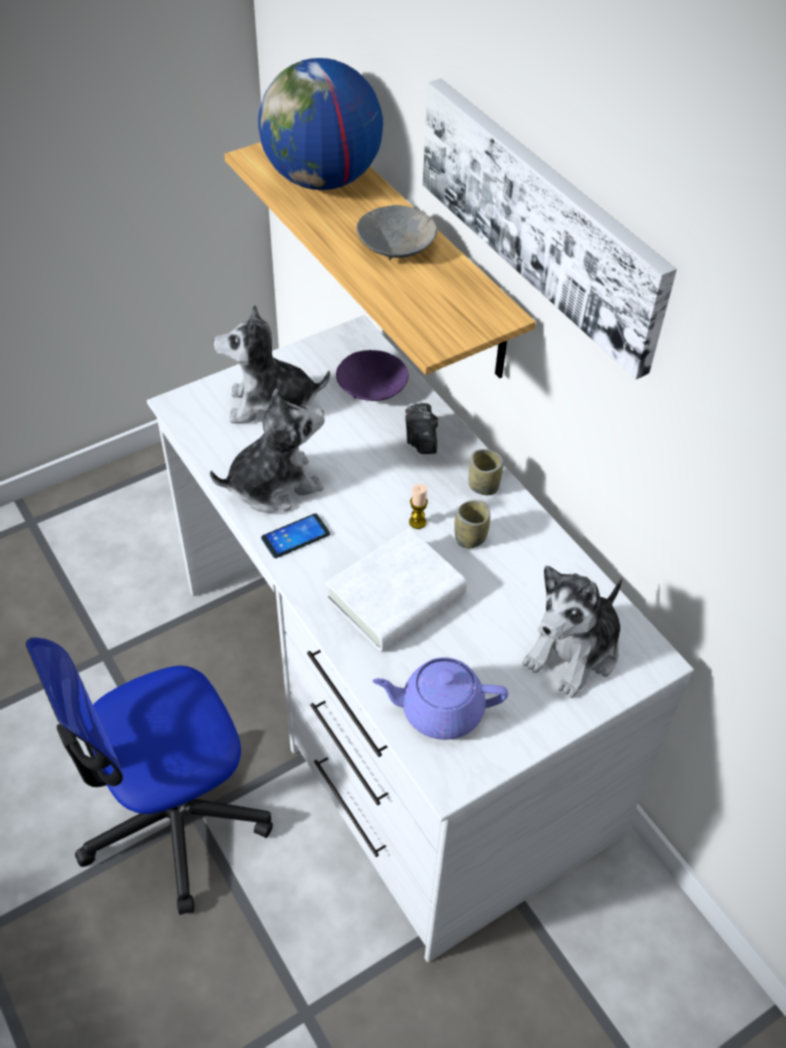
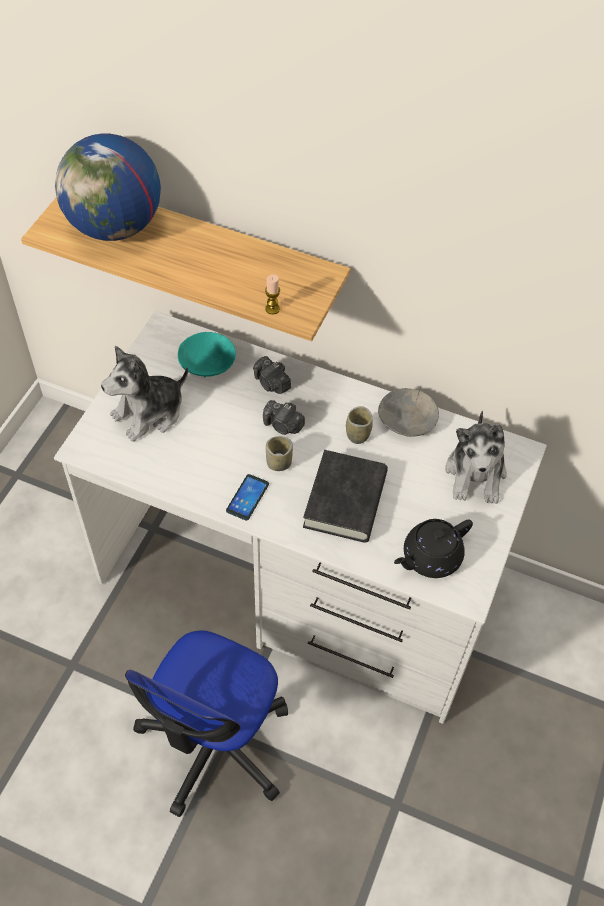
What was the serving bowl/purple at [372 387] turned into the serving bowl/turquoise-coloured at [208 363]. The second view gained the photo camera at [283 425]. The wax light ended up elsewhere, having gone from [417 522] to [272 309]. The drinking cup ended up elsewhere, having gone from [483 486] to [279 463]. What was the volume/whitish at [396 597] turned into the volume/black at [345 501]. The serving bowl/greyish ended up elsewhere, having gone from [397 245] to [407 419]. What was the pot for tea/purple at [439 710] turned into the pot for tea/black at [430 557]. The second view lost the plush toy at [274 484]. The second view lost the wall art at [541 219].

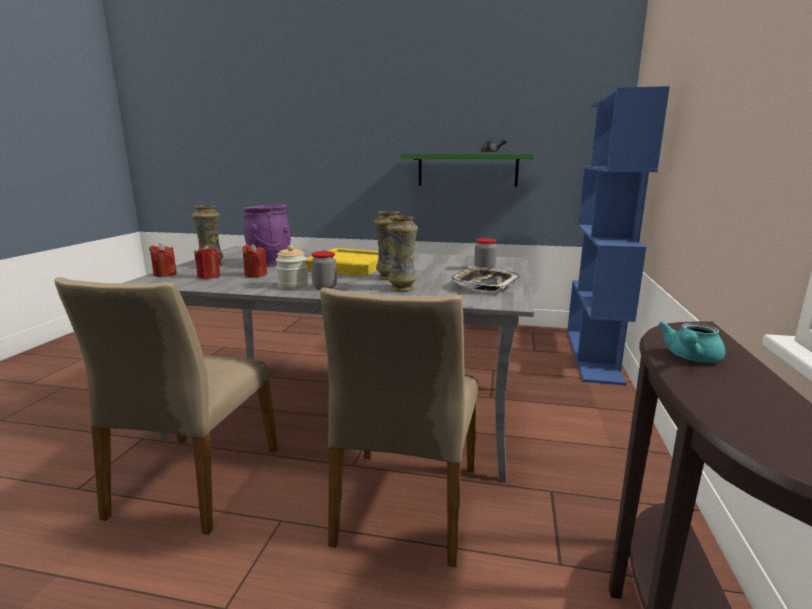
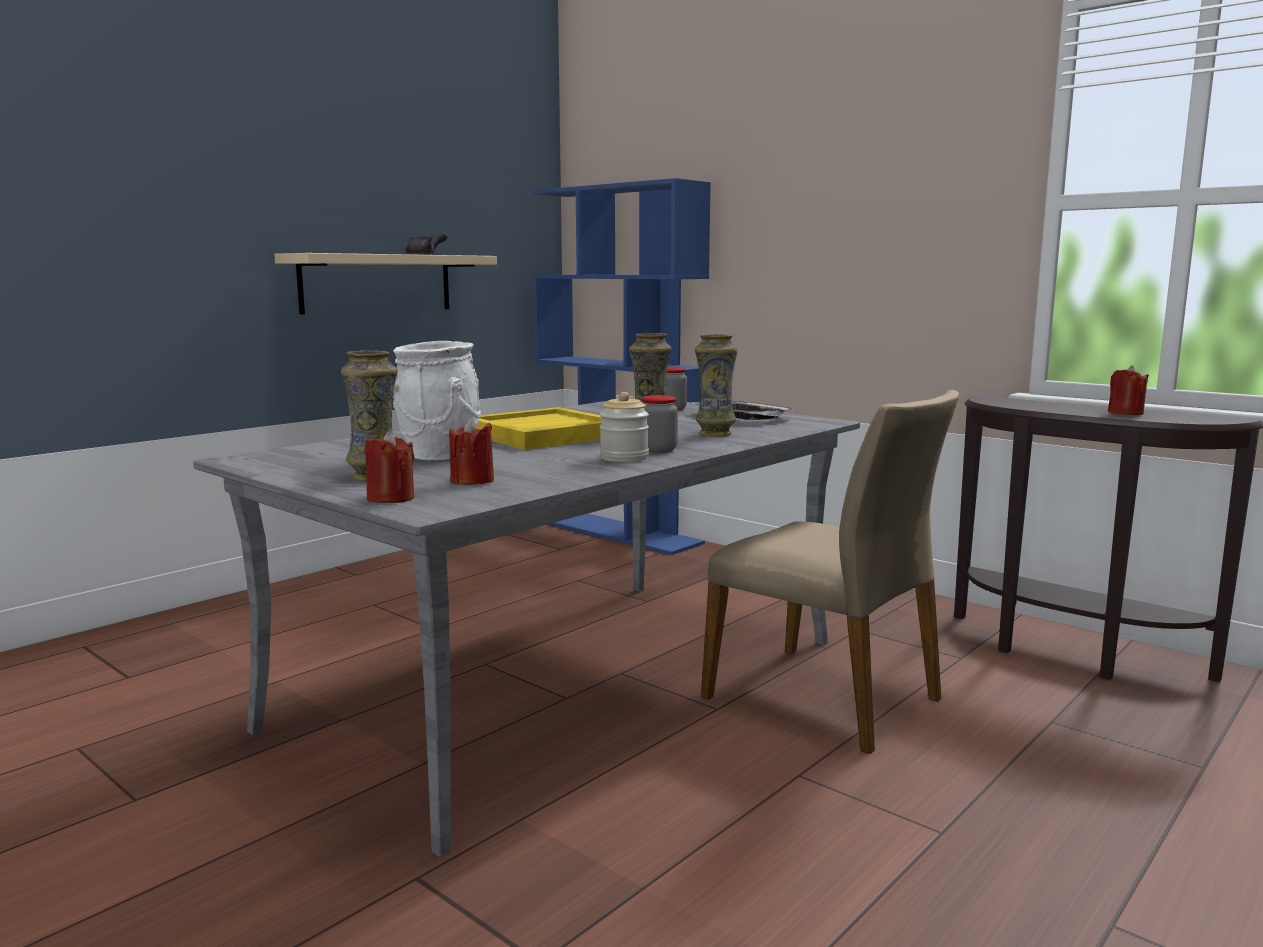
What was the bracket shelf/green at [467 169] turned into the bracket shelf/beige-coloured at [377 283]. What was the decorative vase/purple at [270 263] turned into the decorative vase/whitish at [439 455]. The wax light/reddish ended up elsewhere, having gone from [255 275] to [1125 413]. The second view lost the upright chair/beige-coloured at [194 481]. The second view lost the pot for tea/turquoise-coloured at [690 358].

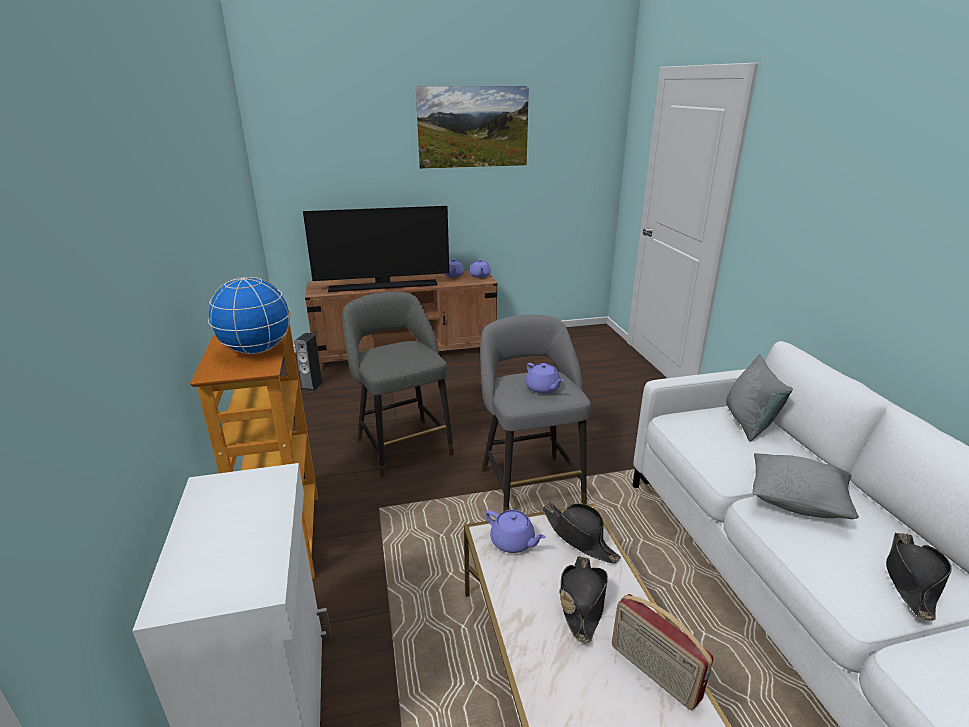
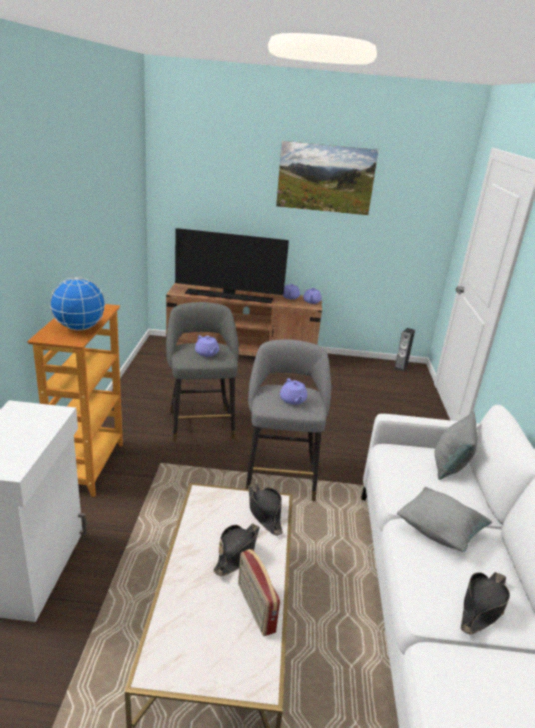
The pot for tea/purple ended up elsewhere, having gone from [513 542] to [207 353]. The loudspeaker ended up elsewhere, having gone from [312 385] to [401 367].

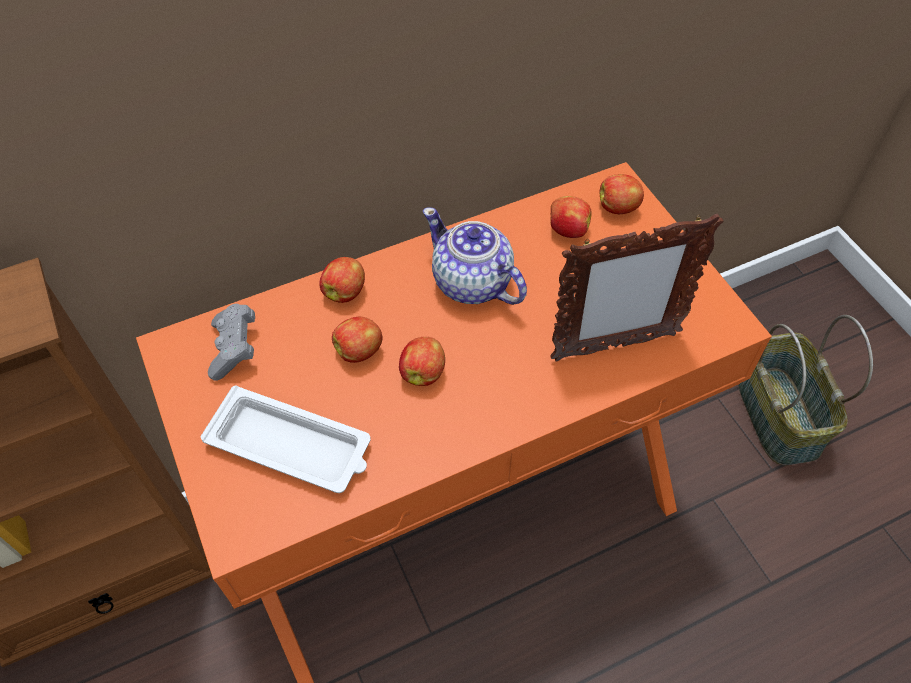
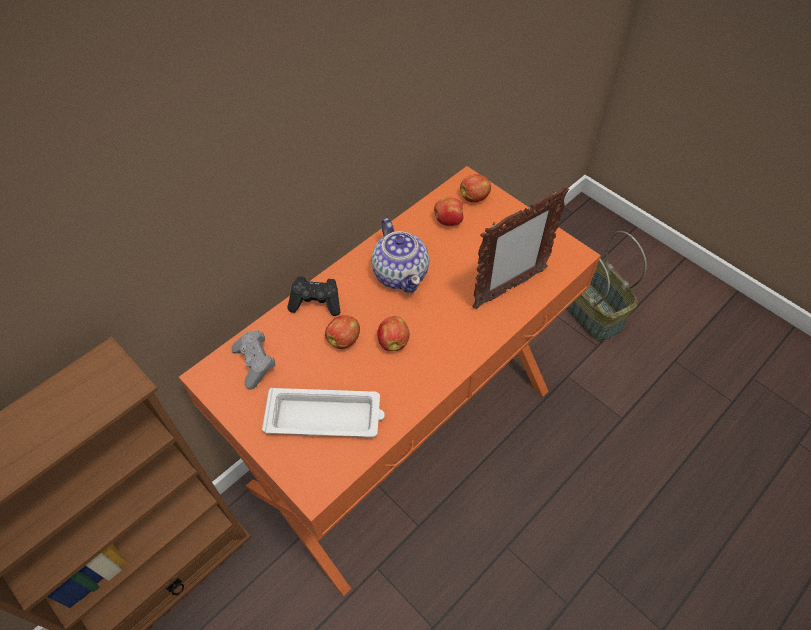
Where the apple stood at [345 292], the game controller/black came to stand at [316 302]. The pot for tea at [472 283] ended up facing another way, 135 degrees counterclockwise from before.

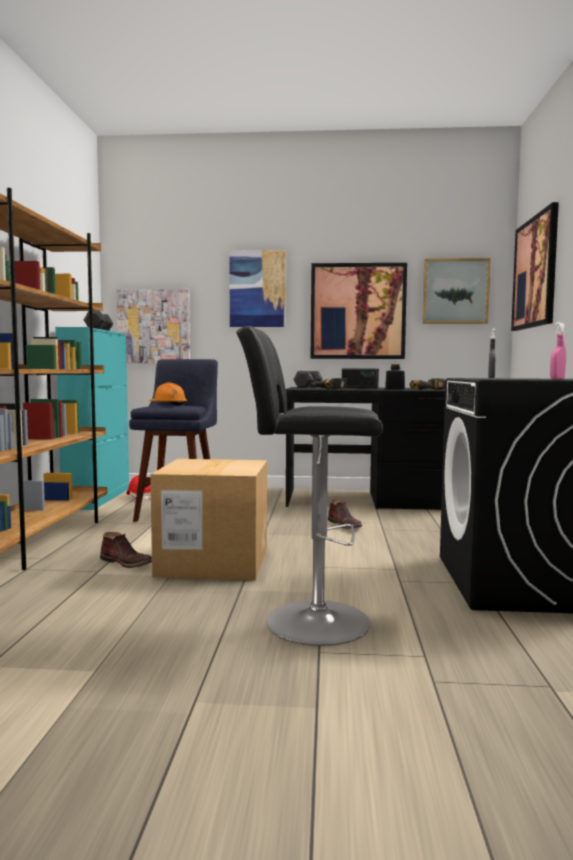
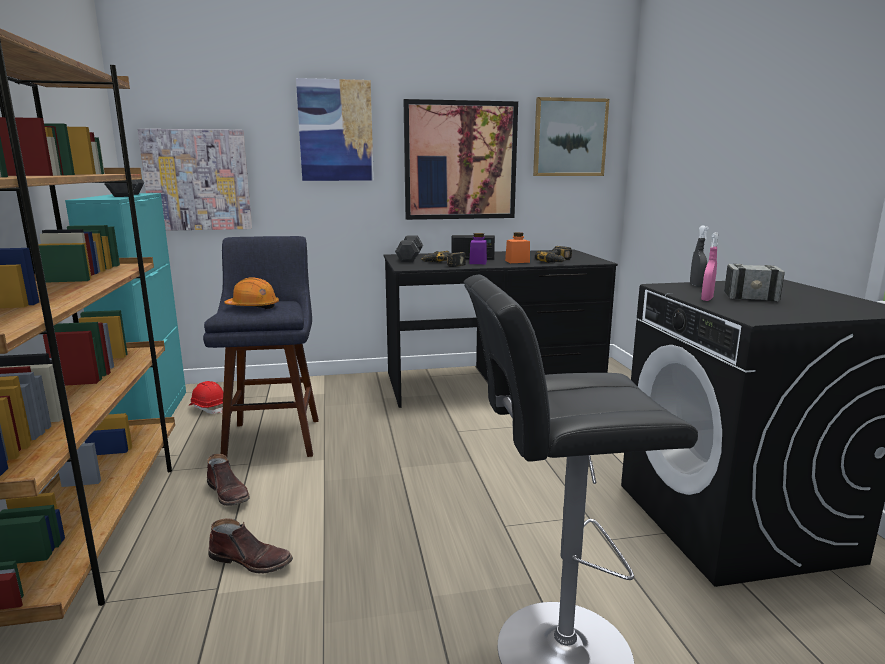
The tall boot/brownish ended up elsewhere, having gone from [345 525] to [229 493]. The second view gained the jar/purple at [478 262]. What was the jar/black at [394 389] turned into the jar/orange at [517 261]. The spray bottle/pink ended up elsewhere, having gone from [557 379] to [707 299]. The second view gained the hand hammer at [745 291]. The second view lost the cardboard box at [213 562]. The second view lost the wall art at [535 272].

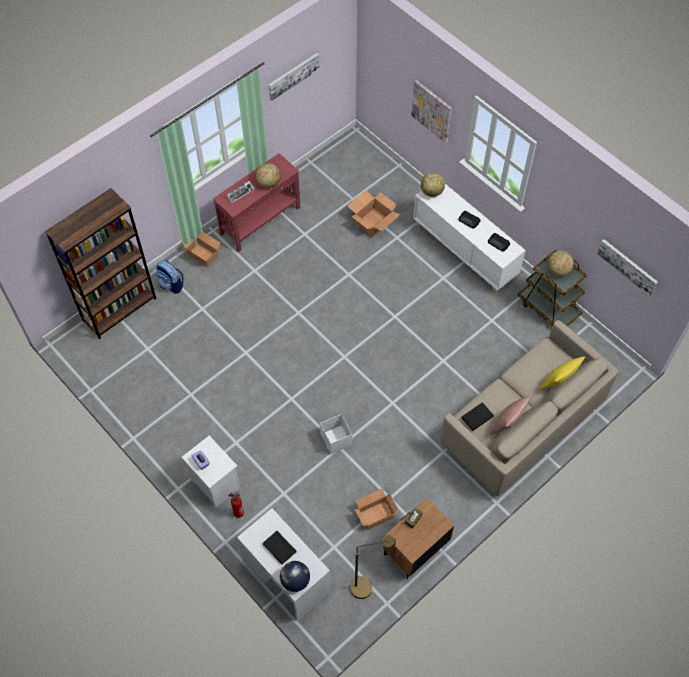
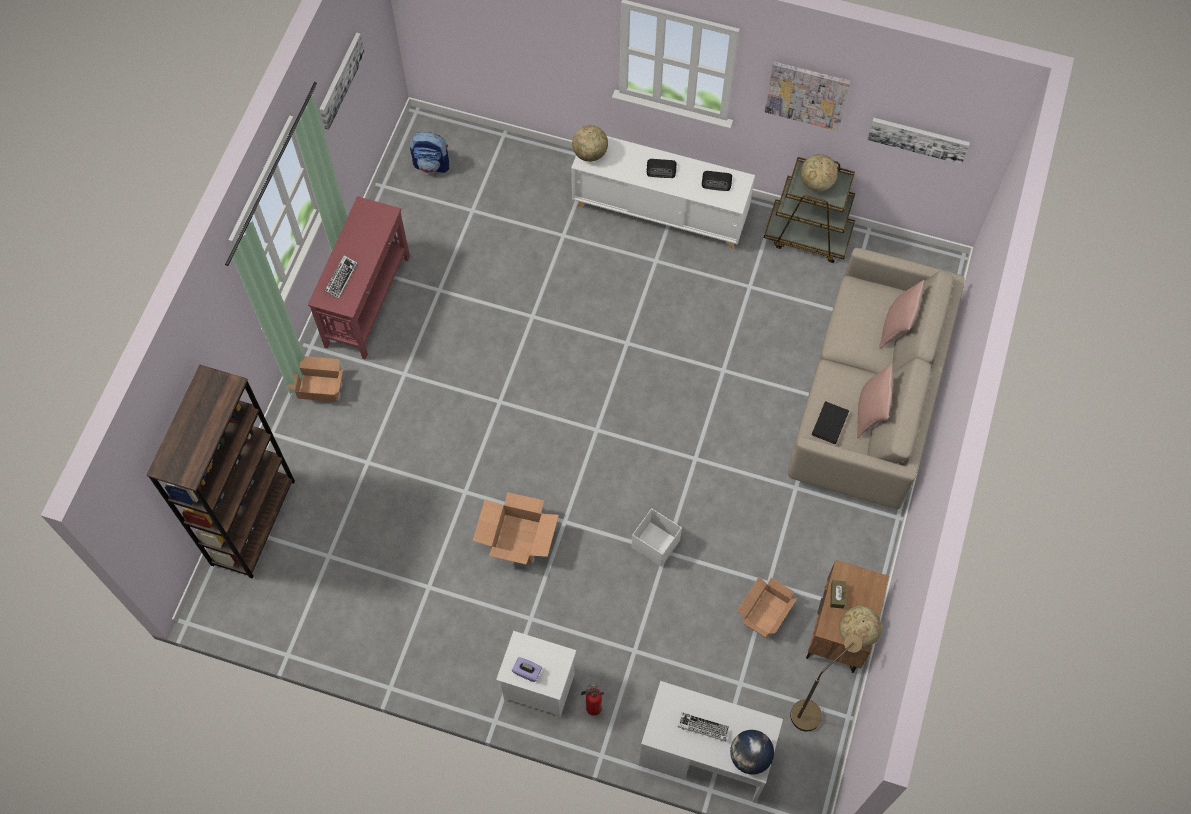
The knapsack ended up elsewhere, having gone from [171 284] to [432 164]. The cardboard box ended up elsewhere, having gone from [373 222] to [517 539]. Where the volume/black stood at [278 548], the PC keyboard came to stand at [703 727]. The wall art ended up elsewhere, having gone from [432 111] to [807 95]. The globe ended up elsewhere, having gone from [269 183] to [856 632]. What was the pillow/yellowish at [558 382] turned into the pillow/pink at [896 327].

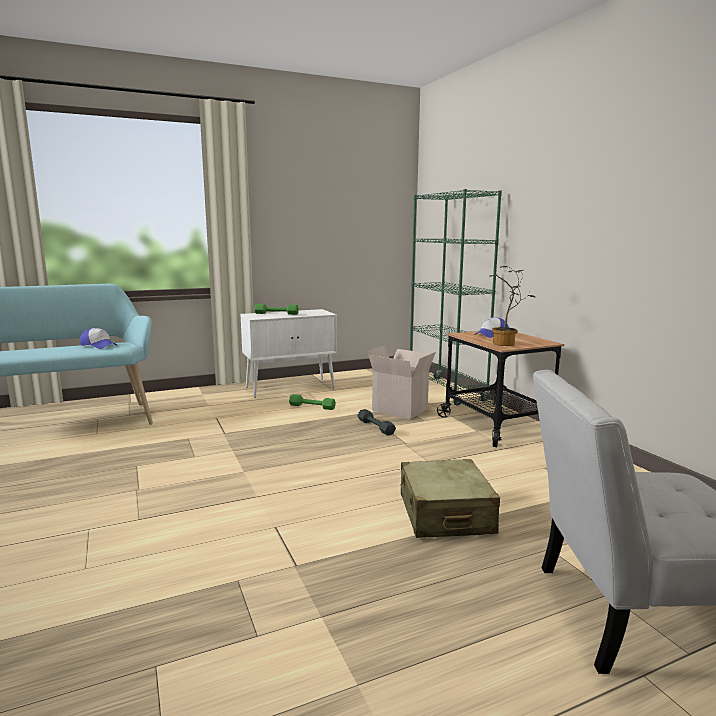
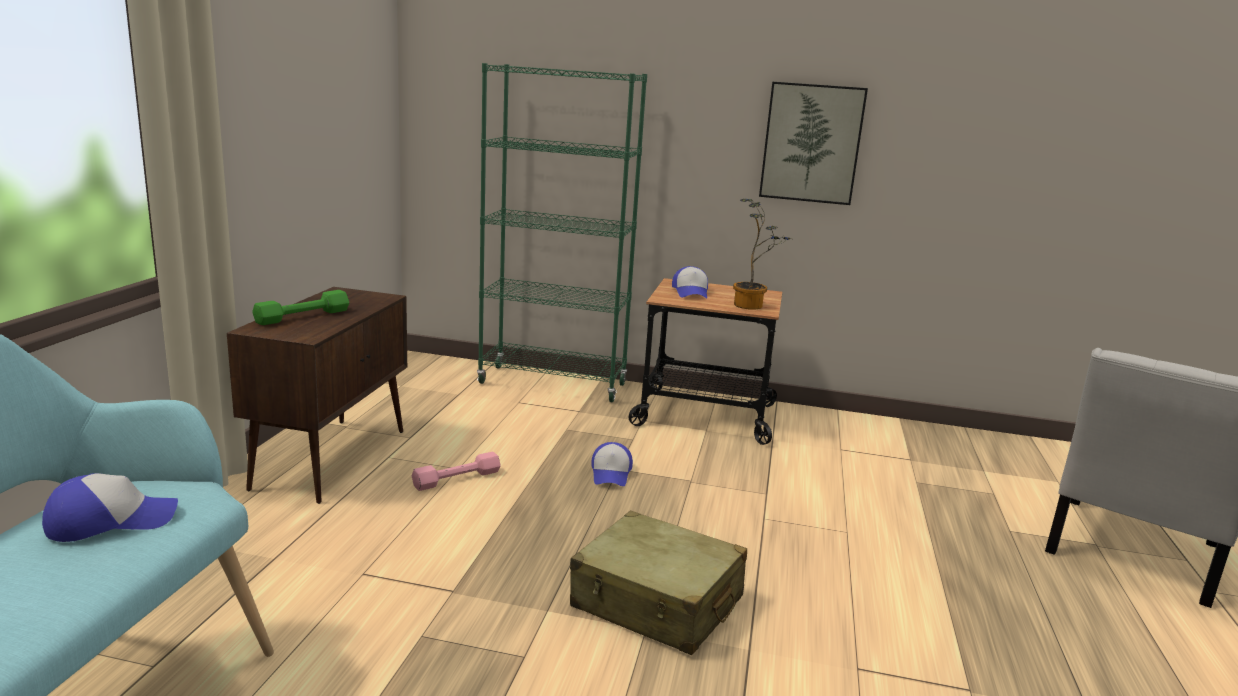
What was the cabinet/whitish at [291 387] turned into the cabinet/brownish at [332 458]. What was the free weight/green at [312 406] turned into the free weight/pink at [456 479]. The suitcase/beige-coloured ended up elsewhere, having gone from [445 514] to [657 603]. Where the free weight/greyish stood at [376 427], the cap came to stand at [611 473]. The second view gained the wall art at [811 143]. The second view lost the cardboard box at [401 409].

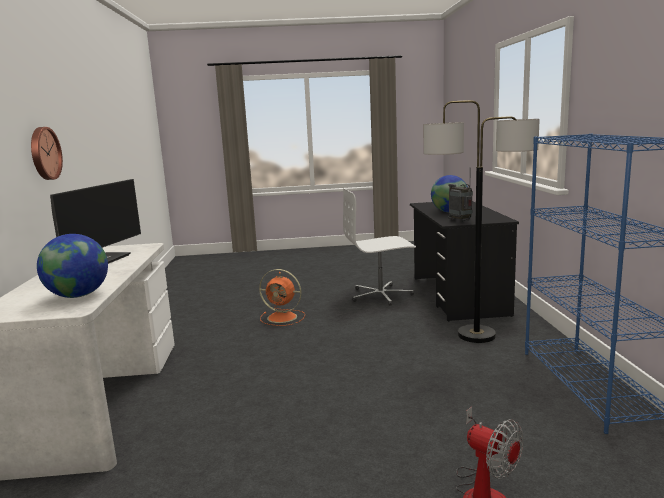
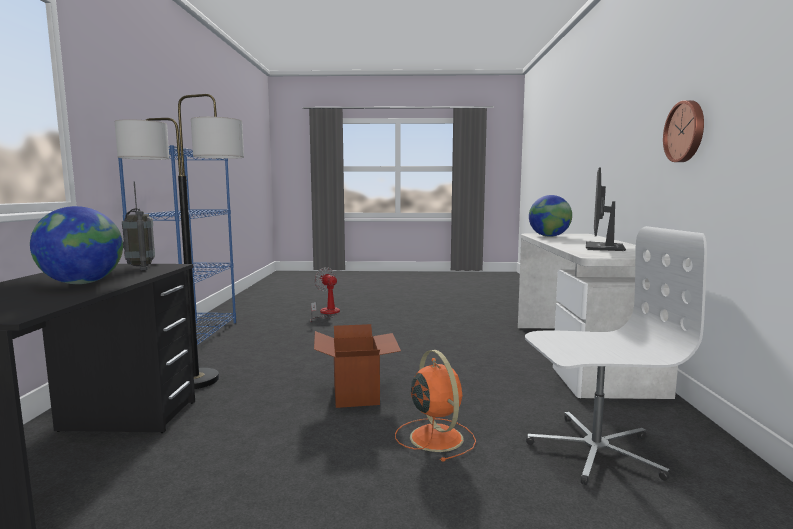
The second view gained the cardboard box at [357 393]. The cooling fan/orange at [283 317] ended up facing another way, 45 degrees clockwise from before. The office chair/whitish ended up elsewhere, having gone from [381 295] to [594 450].

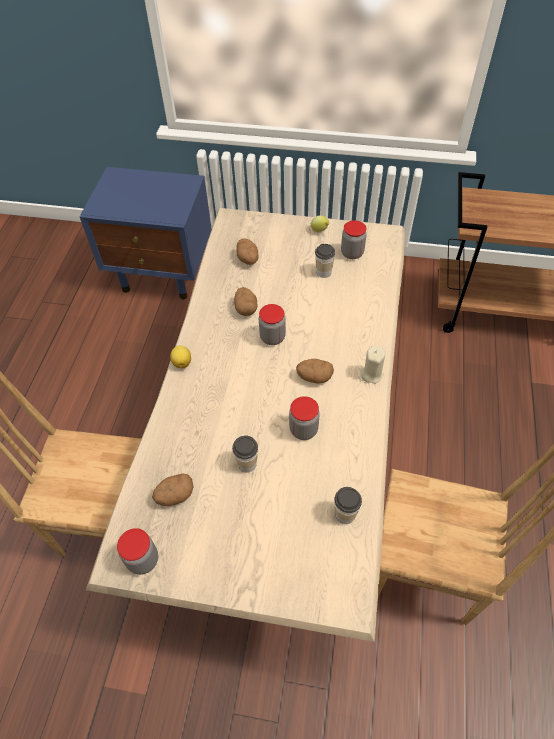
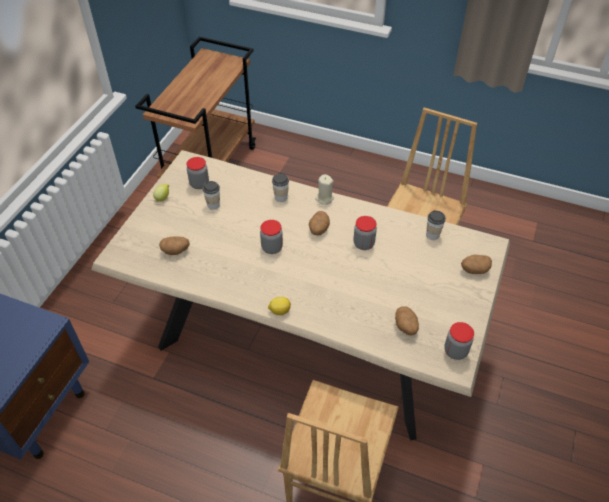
The drinking cup ended up elsewhere, having gone from [247 463] to [281 197]. The potato ended up elsewhere, having gone from [246 308] to [474 270].

